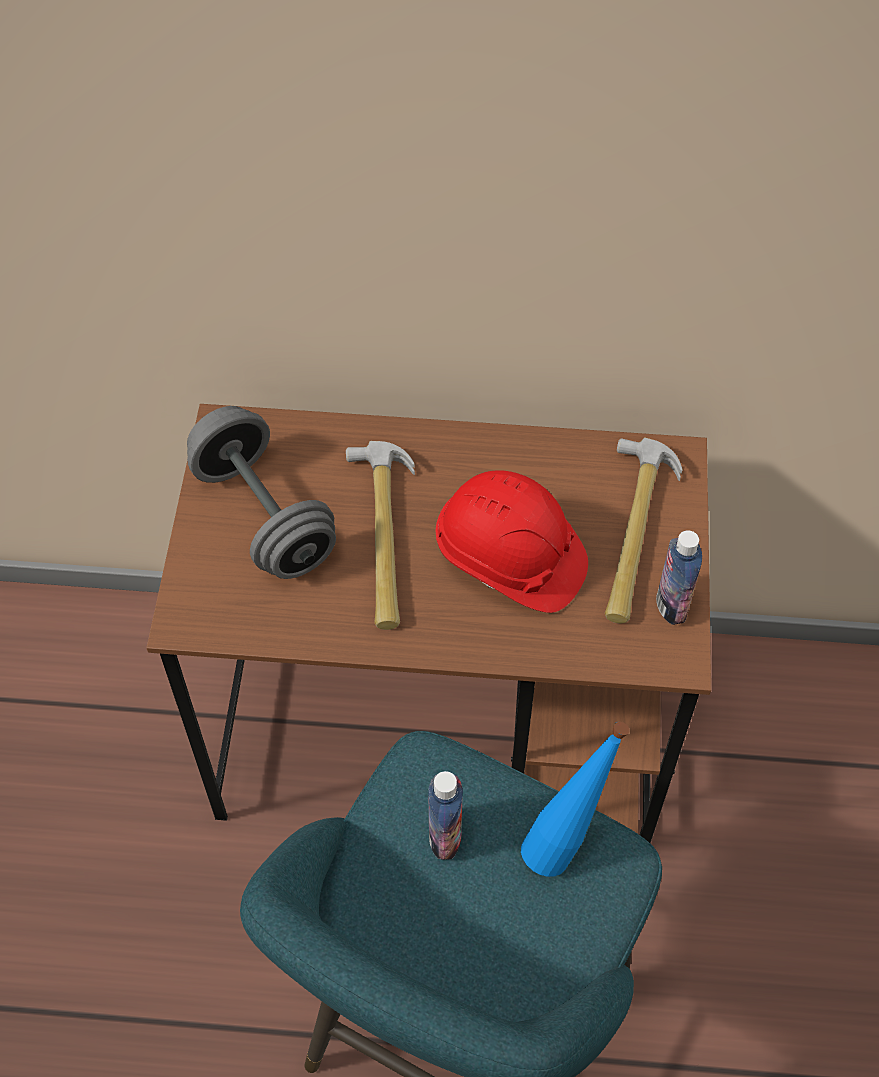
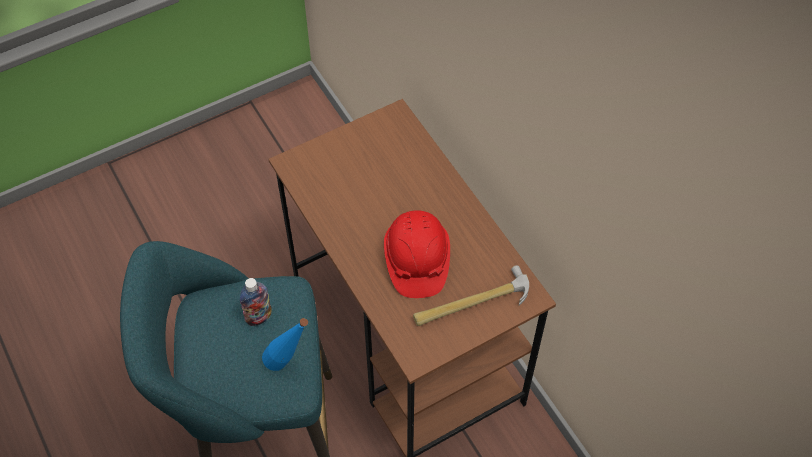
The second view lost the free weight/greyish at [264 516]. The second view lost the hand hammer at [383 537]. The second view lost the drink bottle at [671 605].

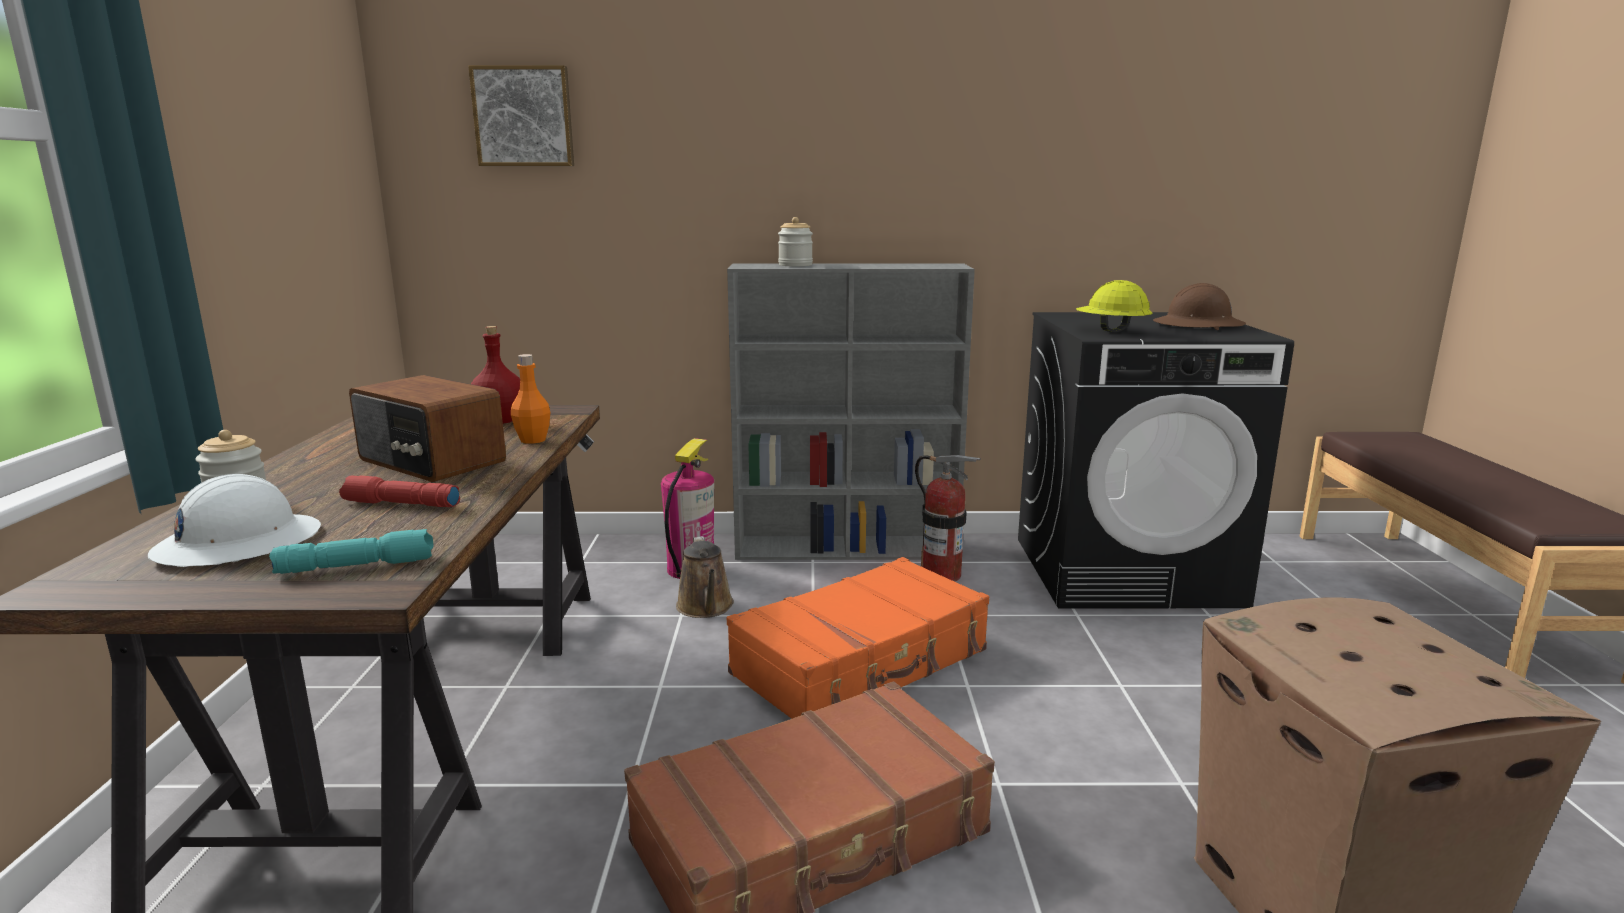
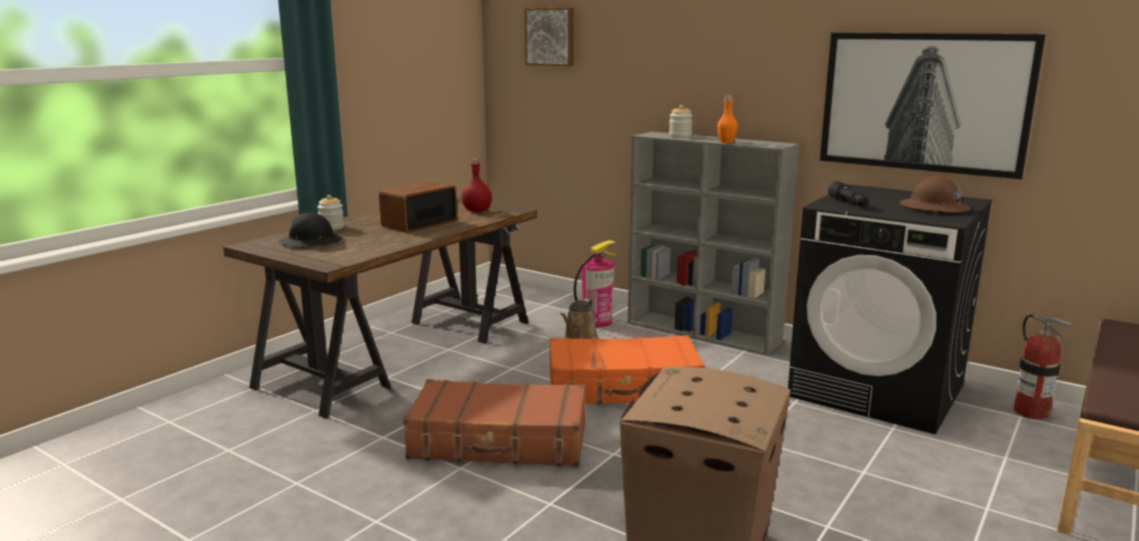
What was the hard hat/whitish at [238 544] turned into the hard hat/black at [311 242]. The radio at [430 462] ended up facing another way, 60 degrees clockwise from before. The drink bottle/orange ended up elsewhere, having gone from [533 440] to [726 142]. The second view gained the wall art at [923 102]. Where the hard hat/yellowish stood at [1111 331], the hand torch/black came to stand at [848 203]. The fire extinguisher ended up elsewhere, having gone from [941 575] to [1031 412]. The second view lost the hand torch/turquoise-coloured at [358 566]. The second view lost the hand torch/reddish at [400 505].

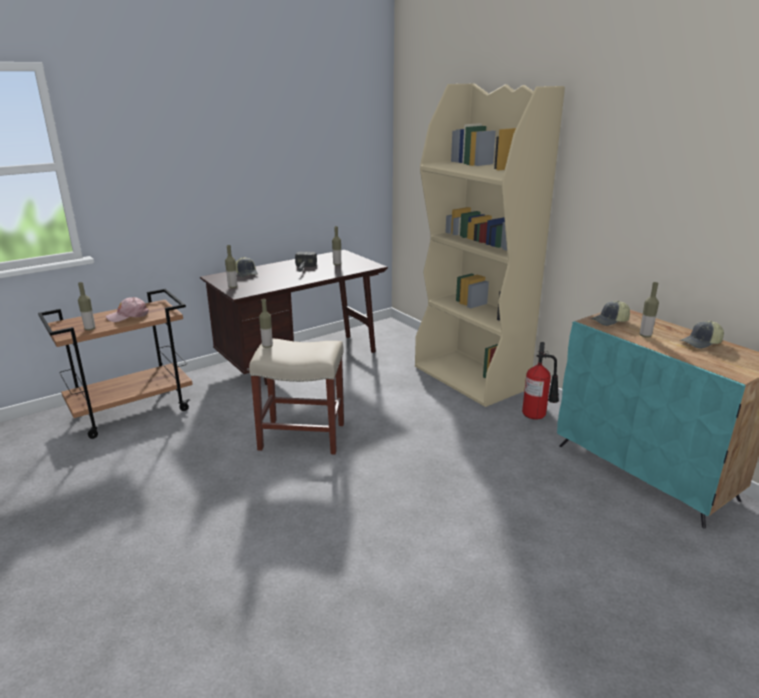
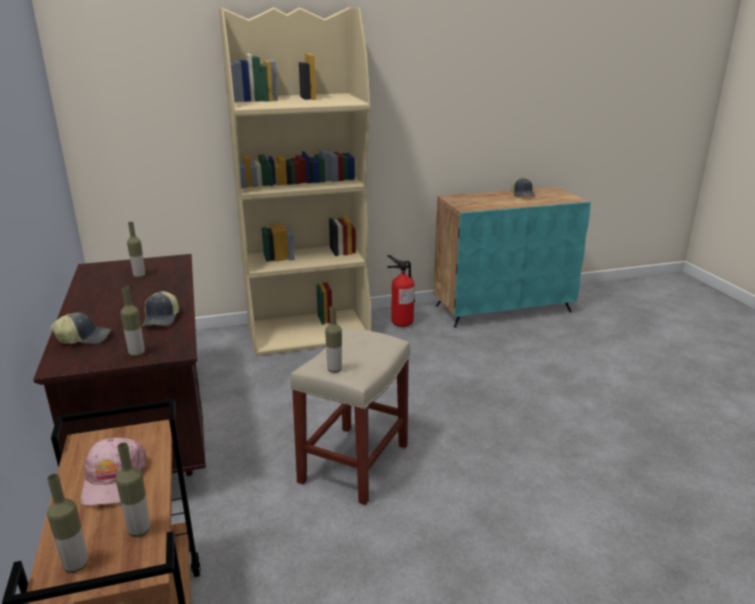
The drink bottle ended up elsewhere, having gone from [645 335] to [76 565]. The cap ended up elsewhere, having gone from [610 321] to [162 318]. The second view lost the hand hammer at [303 270].

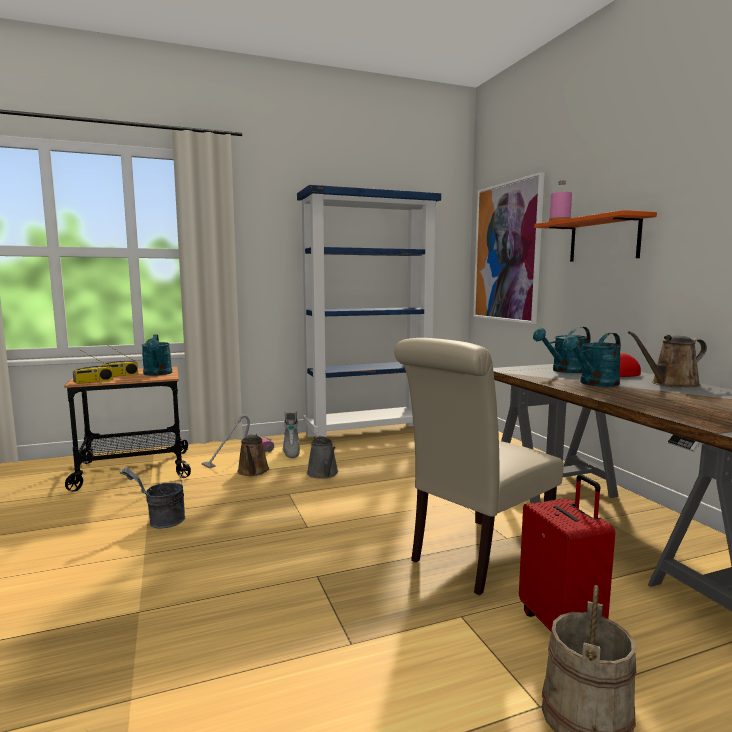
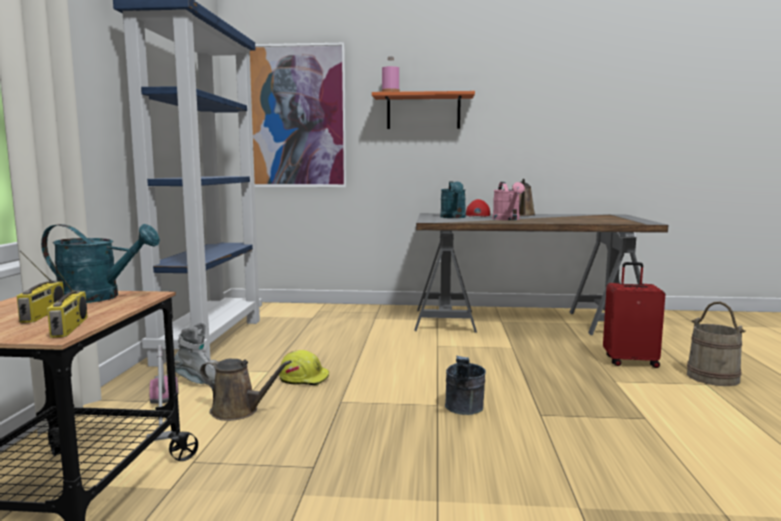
Where the watering pot/greyish stood at [323 474], the hard hat/yellowish came to stand at [304 378]. The water bucket/greyish ended up elsewhere, having gone from [160 522] to [464 410]. What was the watering pot/turquoise-coloured at [594 384] turned into the watering pot/pink at [508 219]. The second view lost the upright chair/beige-coloured at [474 557].

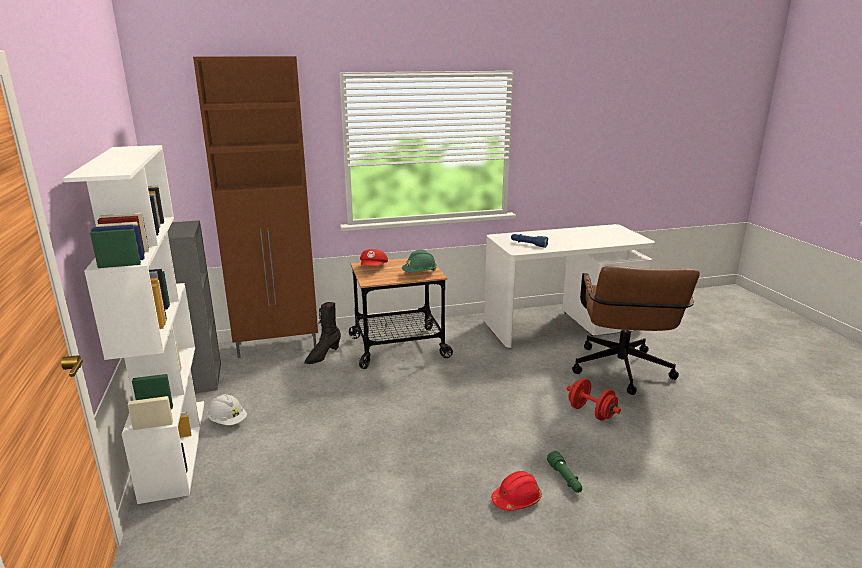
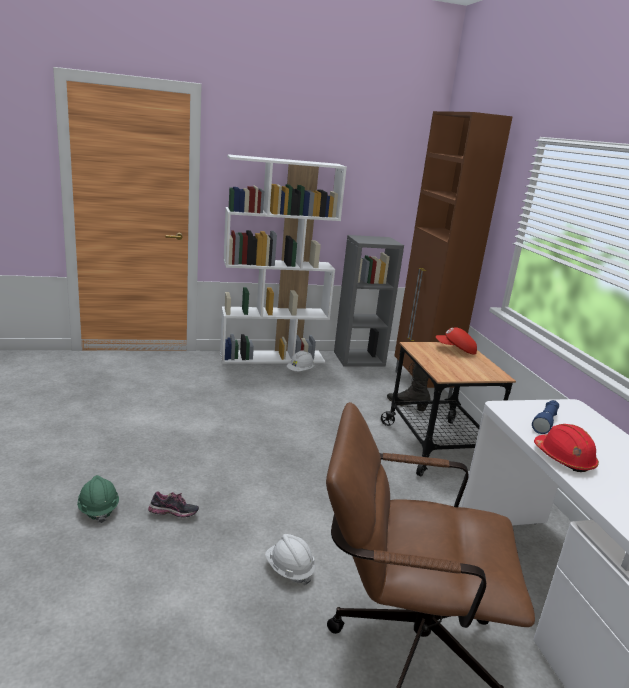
The hard hat/green ended up elsewhere, having gone from [419 273] to [98 508]. Where the hand torch/green stood at [565 478], the low shoe came to stand at [173 515]. Where the free weight/reddish stood at [591 412], the hard hat/whitish came to stand at [289 569]. The hard hat/reddish ended up elsewhere, having gone from [516 499] to [564 458].

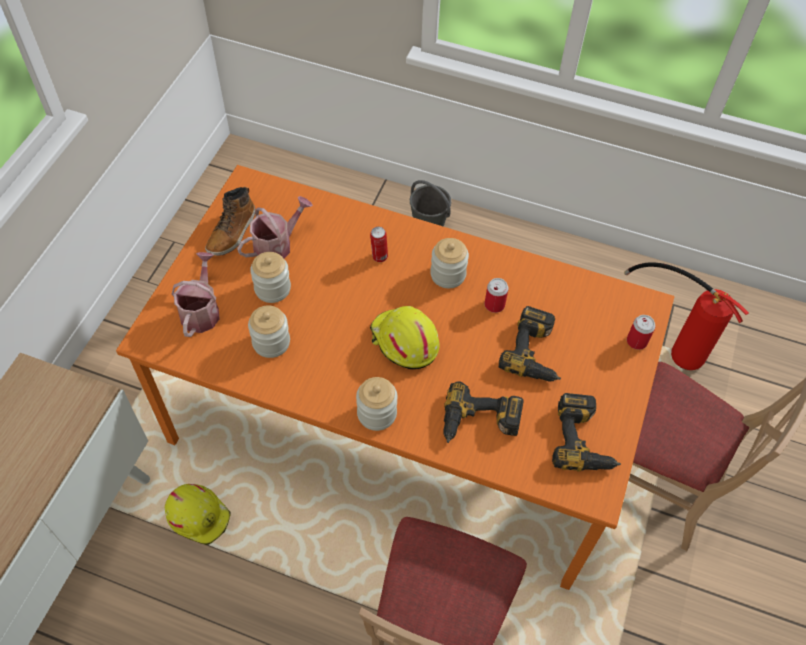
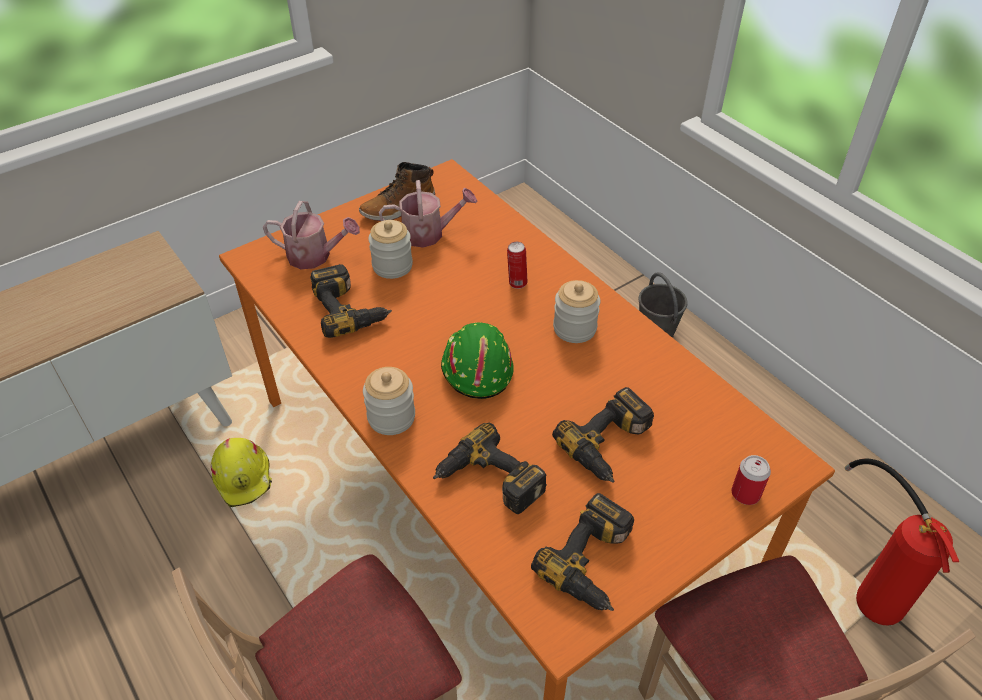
The watering pot at [201 311] ended up facing another way, 60 degrees clockwise from before. Where the jar stood at [271 342], the drill came to stand at [350 308]. What was the hard hat/yellowish at [404 342] turned into the hard hat/green at [475 367]. The second view lost the can at [494 305].

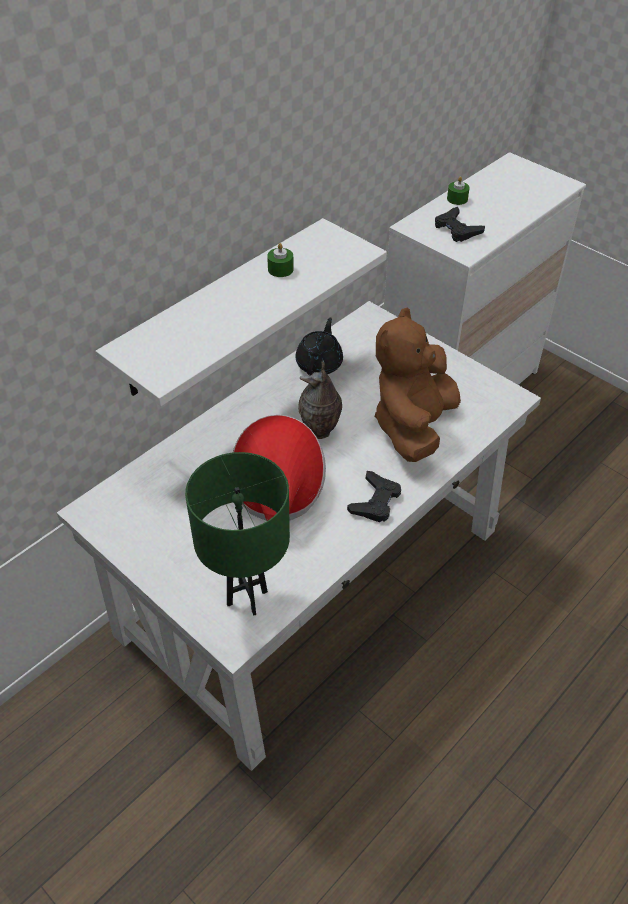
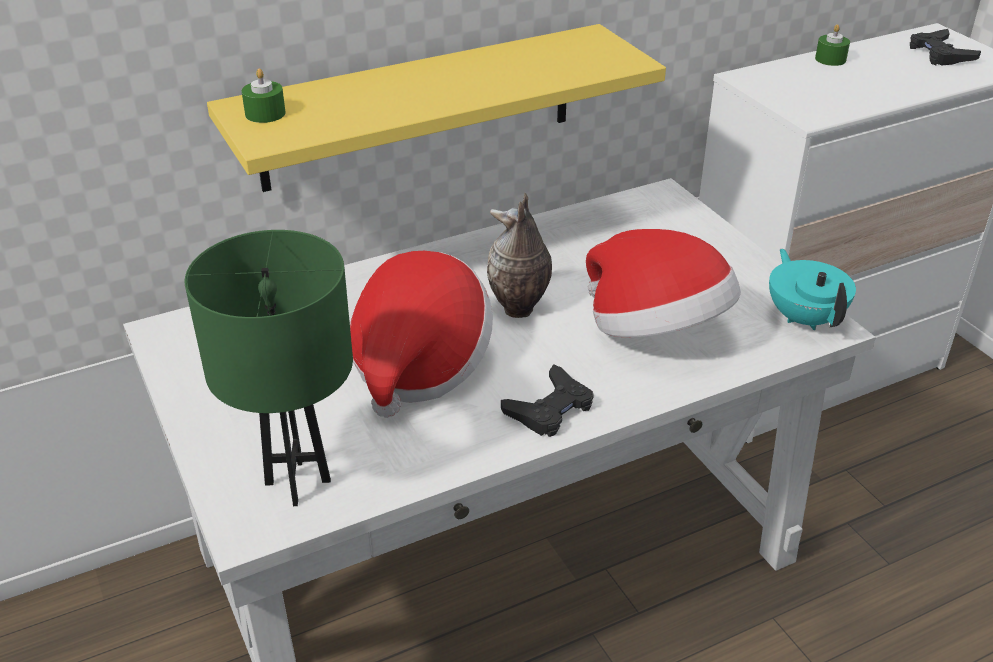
What was the bracket shelf/whitish at [221 308] turned into the bracket shelf/yellowish at [419 107]. The wax light/green ended up elsewhere, having gone from [280 269] to [265 113]. Where the plush toy/brownish stood at [413 426], the clothing hat came to stand at [656 331]. The second view gained the pot for tea/turquoise-coloured at [804 317]. The game controller/black ended up elsewhere, having gone from [457 229] to [940 54]. The second view lost the pot for tea/black at [319 363].

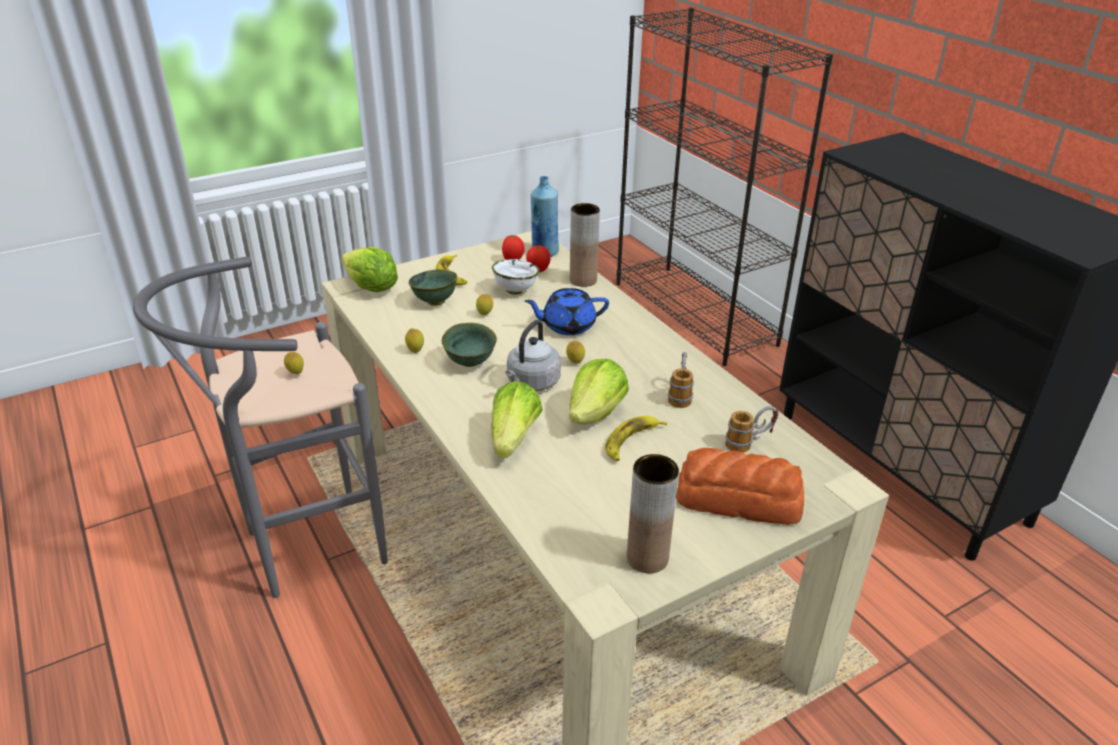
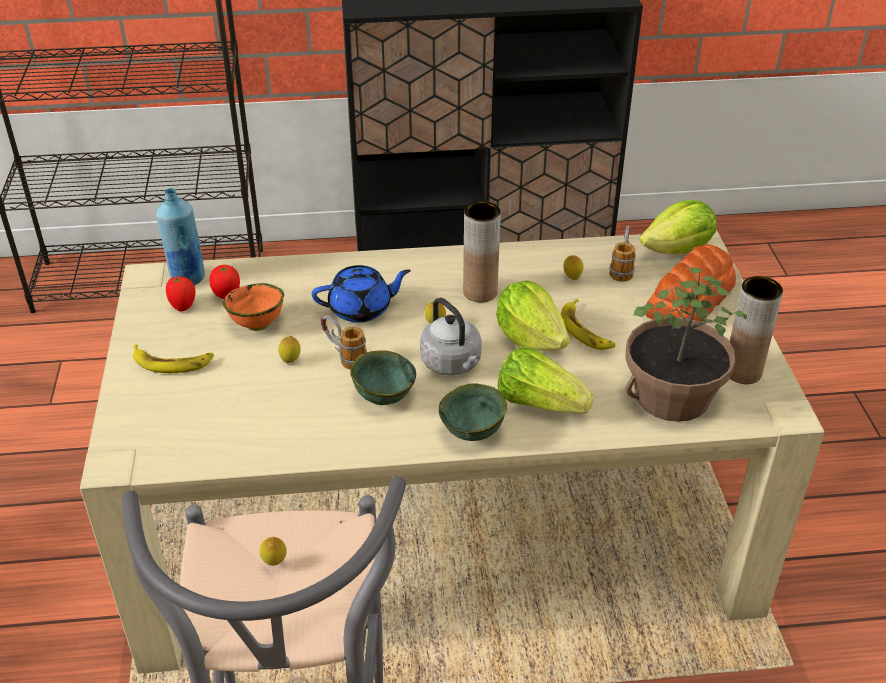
What was the serving bowl/whitish at [514 291] turned into the serving bowl/orange at [256 325]. The pot for tea/blue-coloured at [567 325] ended up facing another way, 120 degrees counterclockwise from before. The mug ended up elsewhere, having gone from [680 394] to [344 357]. The serving bowl/green ended up elsewhere, having gone from [434 302] to [473 434]. The decorative vase/brownish ended up elsewhere, having gone from [583 280] to [480 292]. The citrus fruit ended up elsewhere, having gone from [415 351] to [572 278]. The second view gained the houseplant at [671 395]. The head of lettuce ended up elsewhere, having gone from [371 288] to [678 250].

